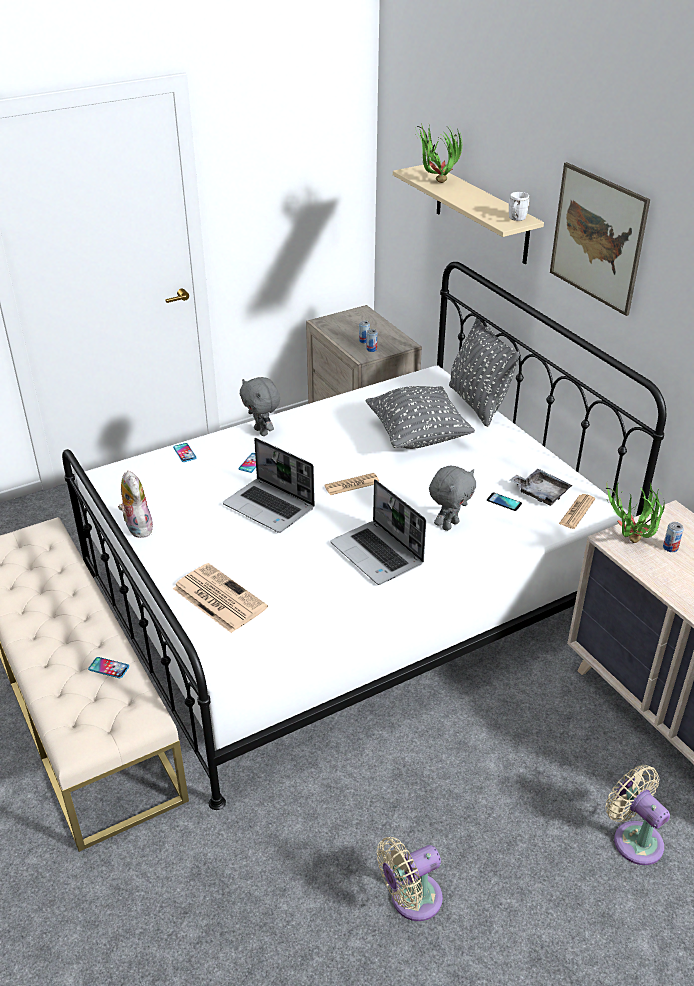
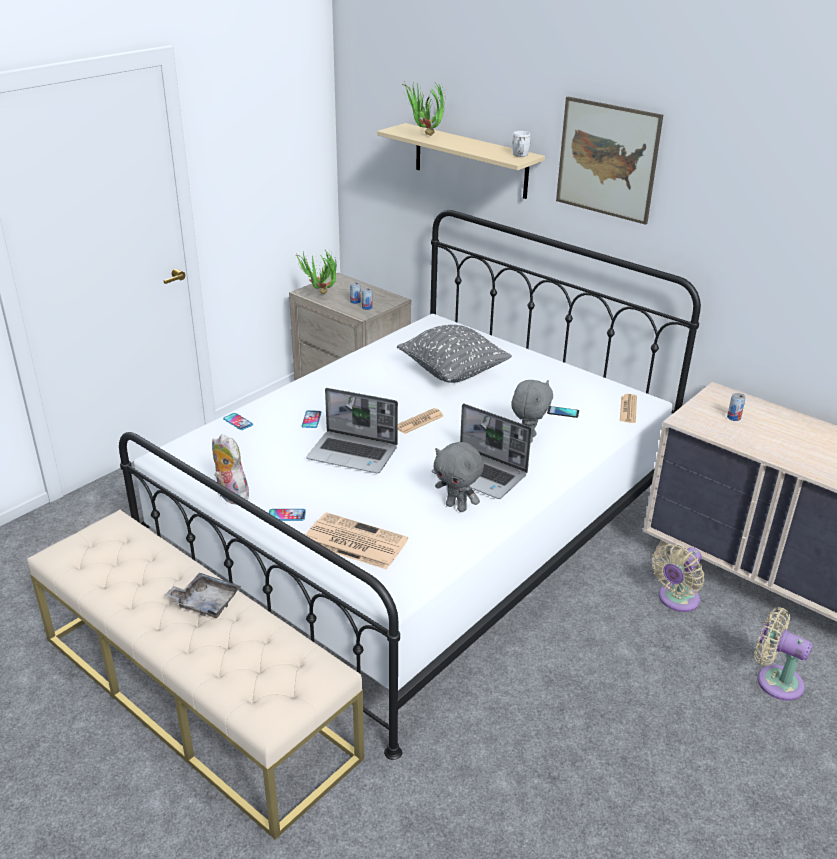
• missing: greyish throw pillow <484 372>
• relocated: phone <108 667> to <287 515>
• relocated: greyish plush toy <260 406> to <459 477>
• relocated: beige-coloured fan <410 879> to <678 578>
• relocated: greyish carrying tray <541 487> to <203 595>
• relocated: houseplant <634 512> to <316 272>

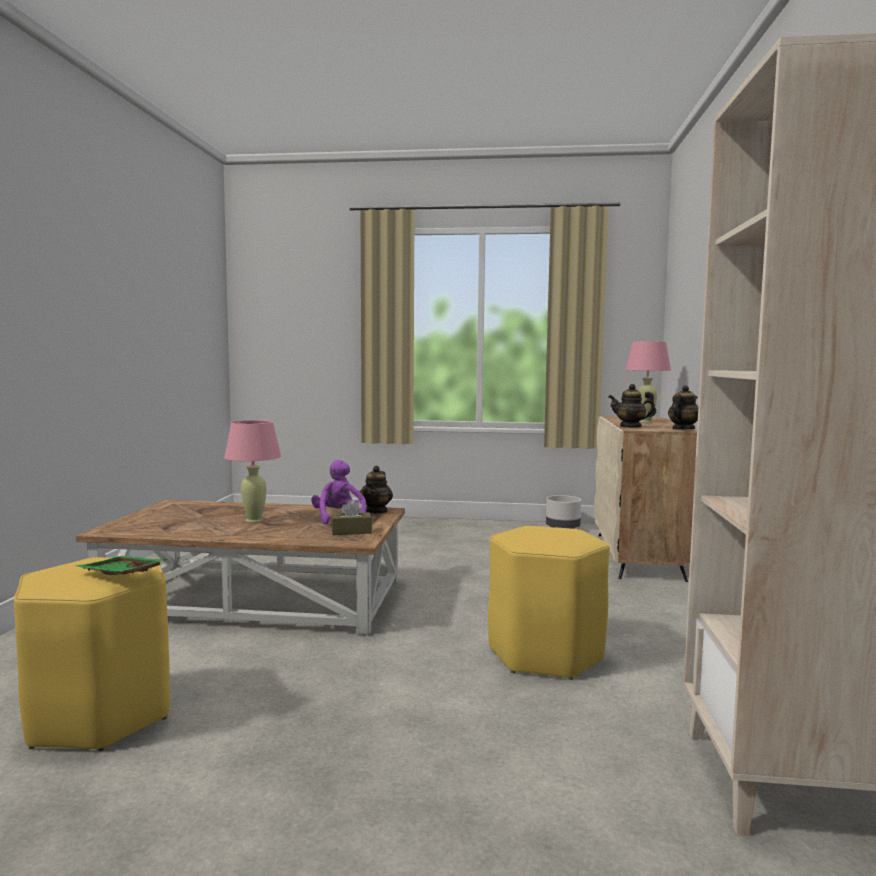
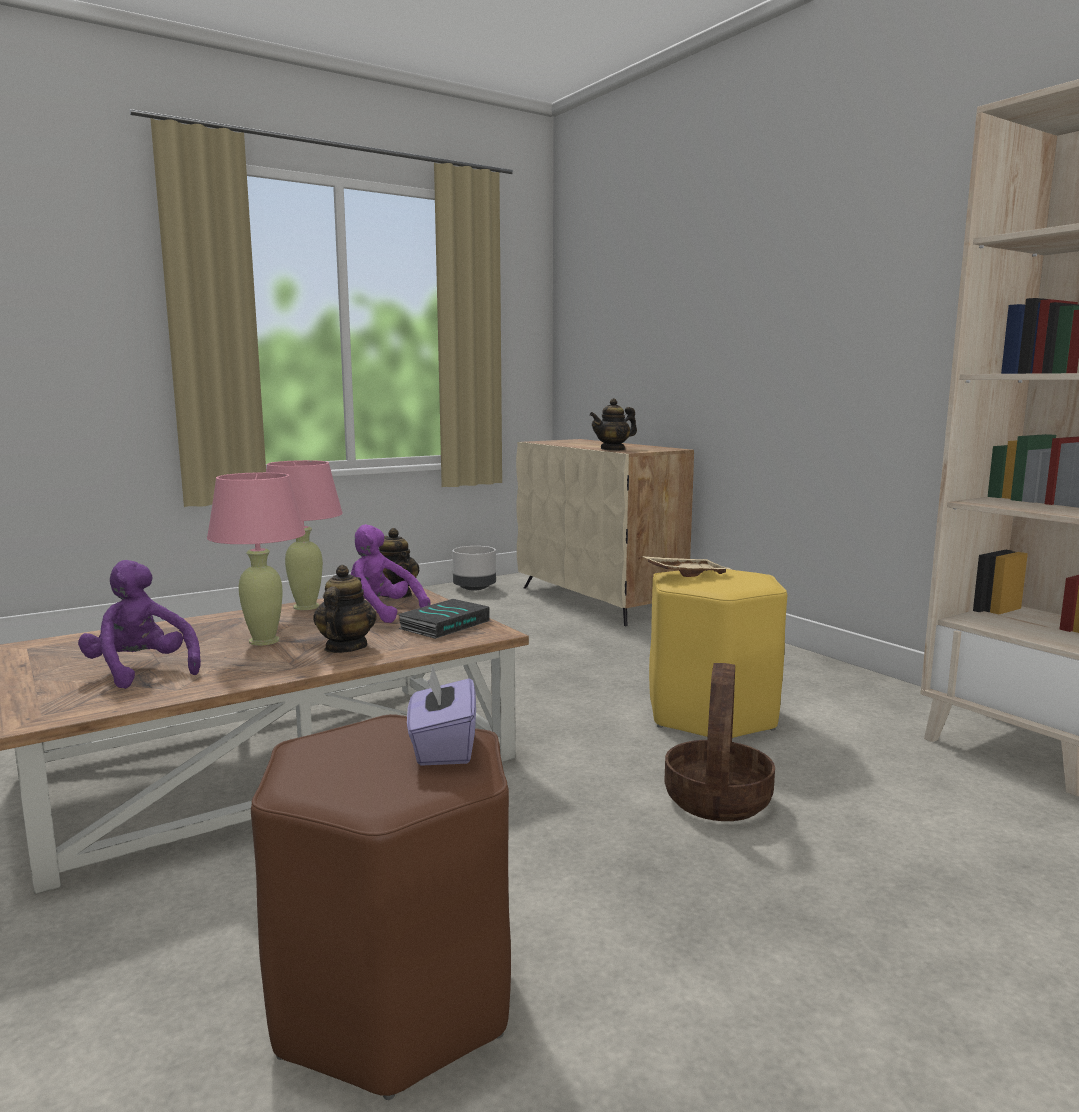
• appeared: purplish plush toy <139 624>
• appeared: beige-coloured carrying tray <687 566>
• appeared: basket <720 742>
• relocated: pink tabletop lamp <648 382> to <304 535>
• relocated: teapot <683 407> to <345 609>
• exchanged: greenish carrying tray <122 565> to purplish box of tissues <441 716>
• exchanged: brown-coloured box of tissues <351 517> to volume <443 619>
• colour: yellowish stool <92 654> to brown-coloured stool <381 907>

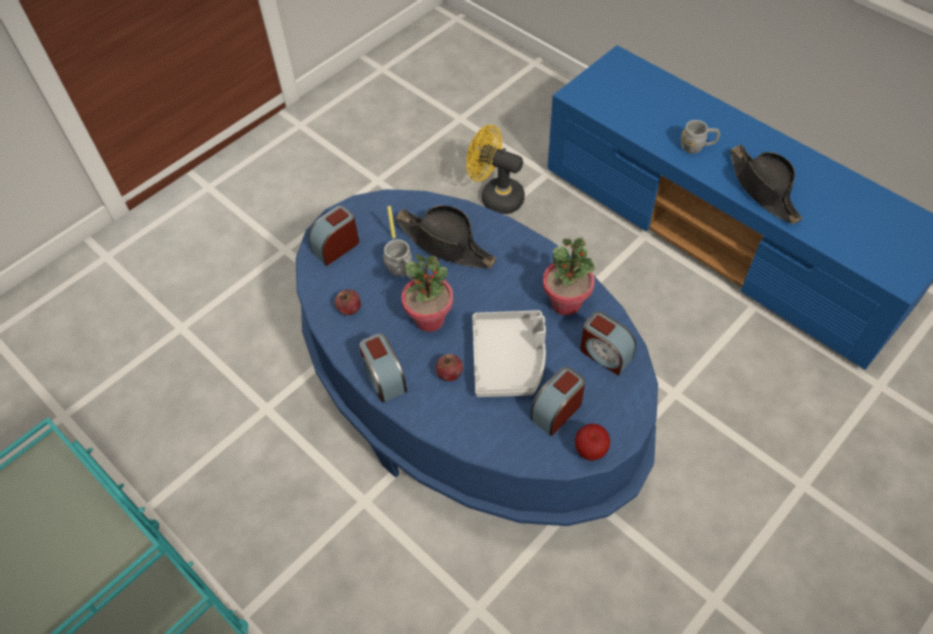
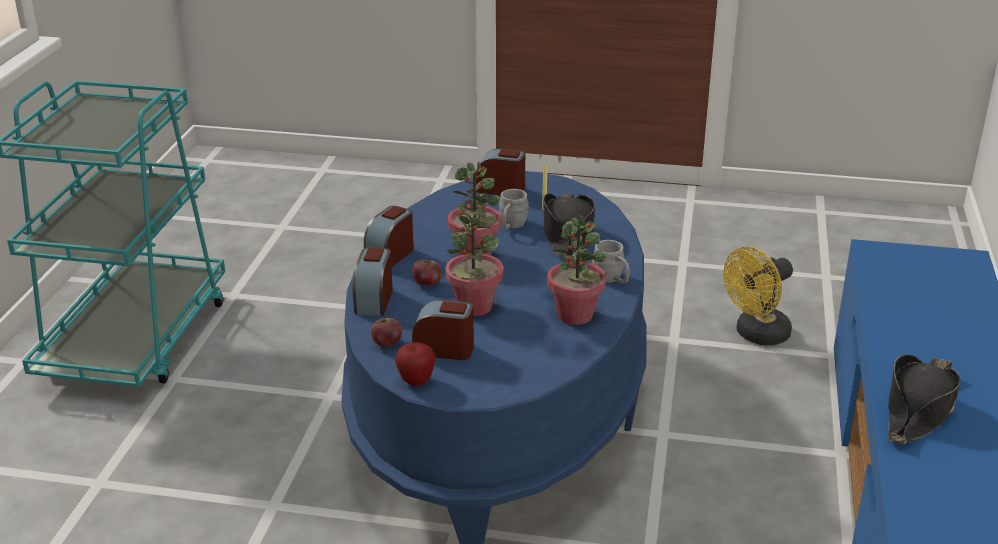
• relocated: apple fruit <348 302> to <386 331>
• relocated: bedside clock <608 343> to <372 281>
• relocated: greyish tea mug <700 137> to <611 262>
• exchanged: greyish carrying tray <509 353> to houseplant <474 259>
• spun: yellowish fan <495 169> = <758 296> 120 degrees counterclockwise

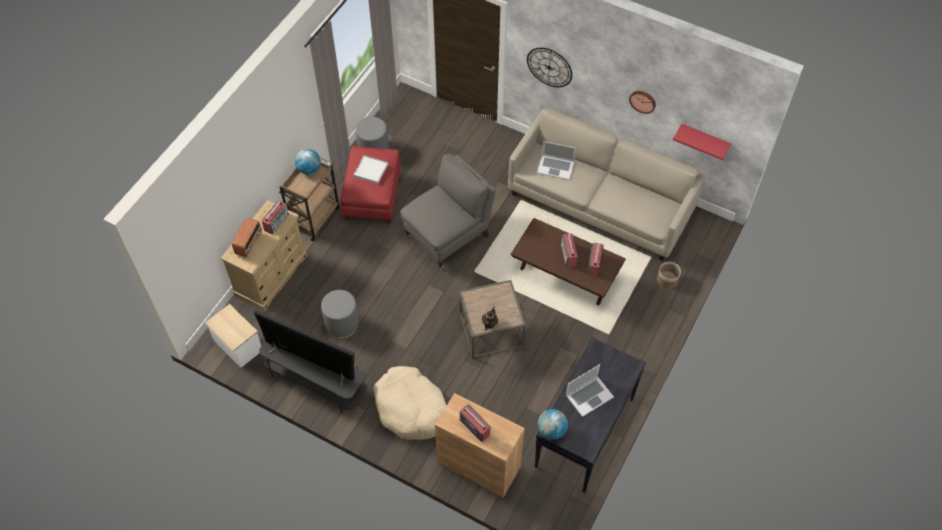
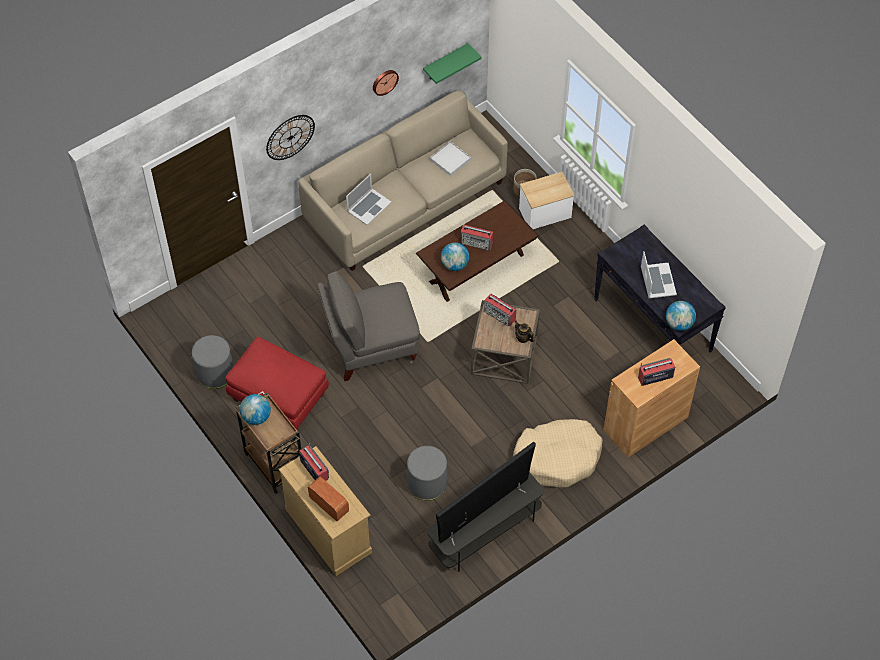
• appeared: globe <455 256>
• relocated: accent table <233 336> to <546 200>
• relocated: white-coloured carrying tray <371 169> to <450 158>
• relocated: radio set <595 260> to <500 310>
• colour: red bracket shelf <702 142> to greenish bracket shelf <452 63>
• spun: greyish lounge chair <448 211> = <368 326> 90 degrees counterclockwise

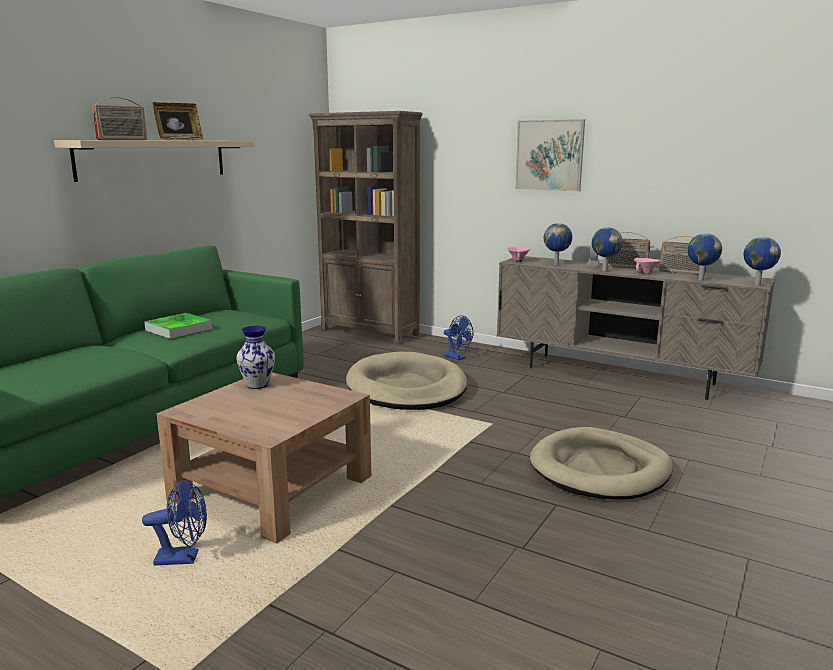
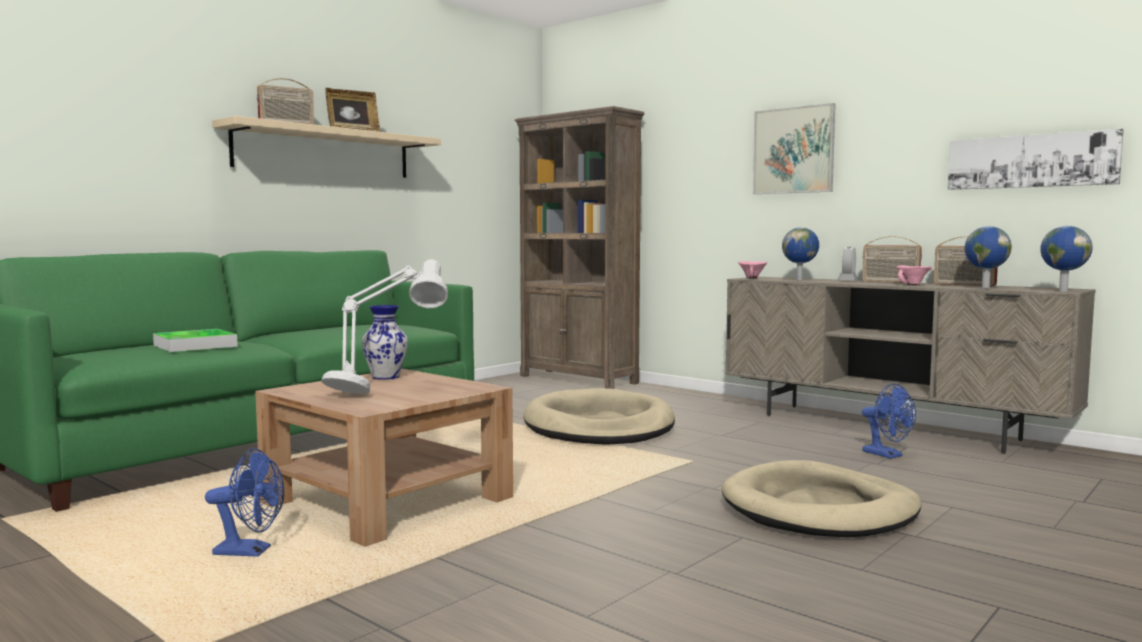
• missing: globe <607 249>
• appeared: greyish tabletop lamp <384 326>
• appeared: wall art <1036 159>
• relocated: carrying tray <178 326> to <195 340>
• relocated: blue-coloured fan <459 337> to <889 421>

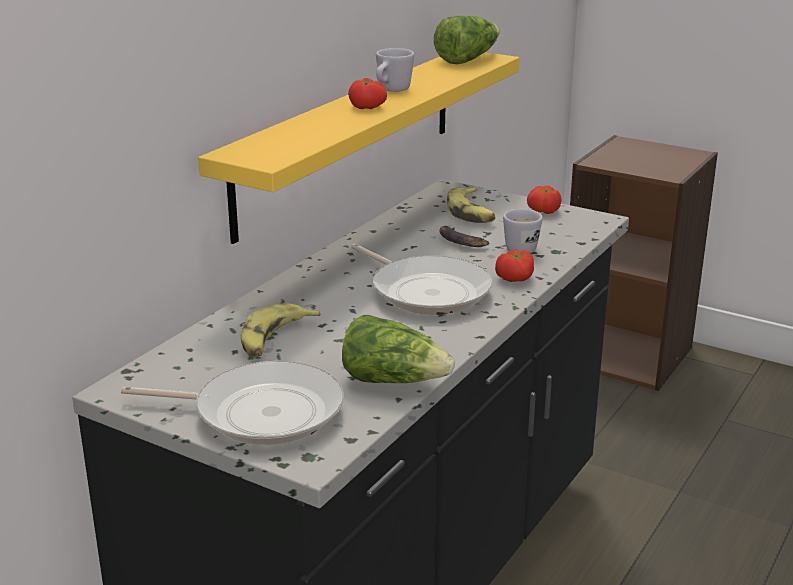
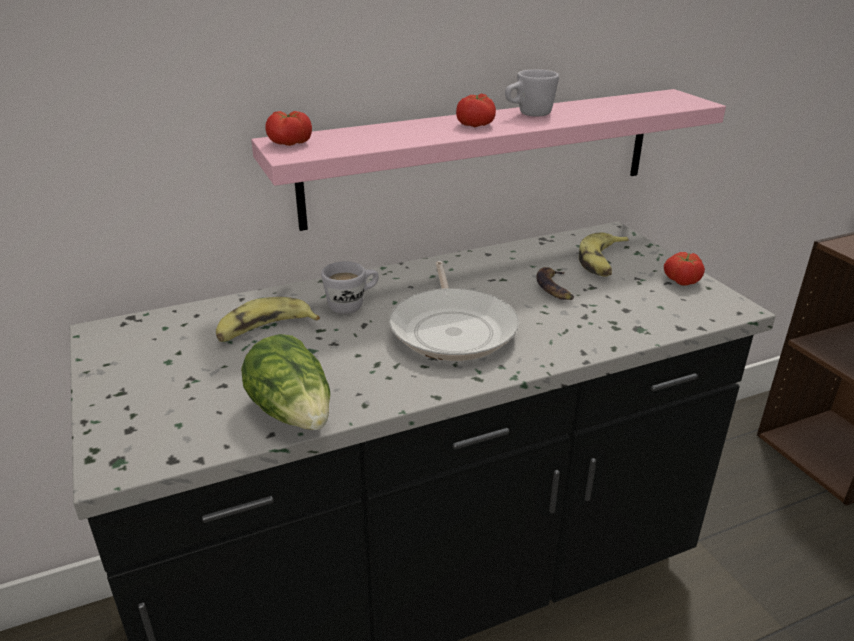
• missing: skillet <232 403>
• missing: lettuce head <467 40>
• relocated: tomato <514 266> to <288 128>
• relocated: white-coloured tea mug <523 231> to <350 287>
• colour: yellowish bracket shelf <359 148> to pink bracket shelf <488 160>

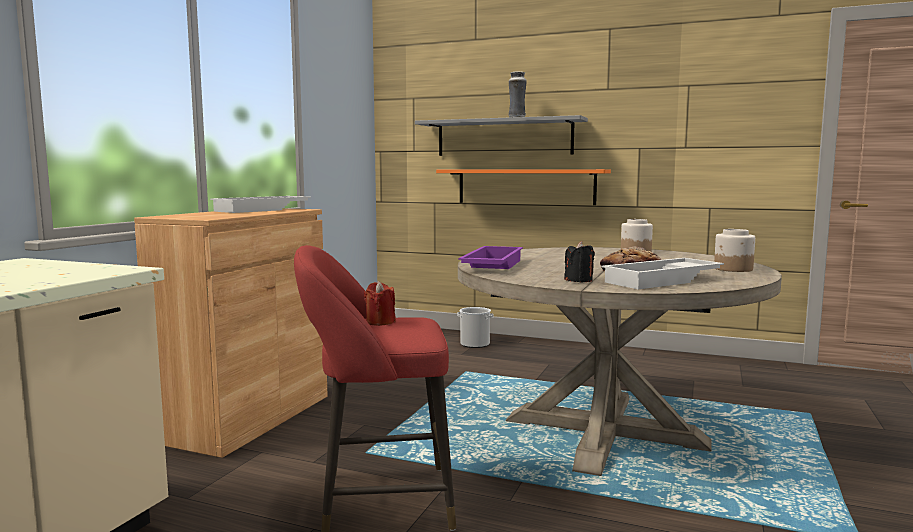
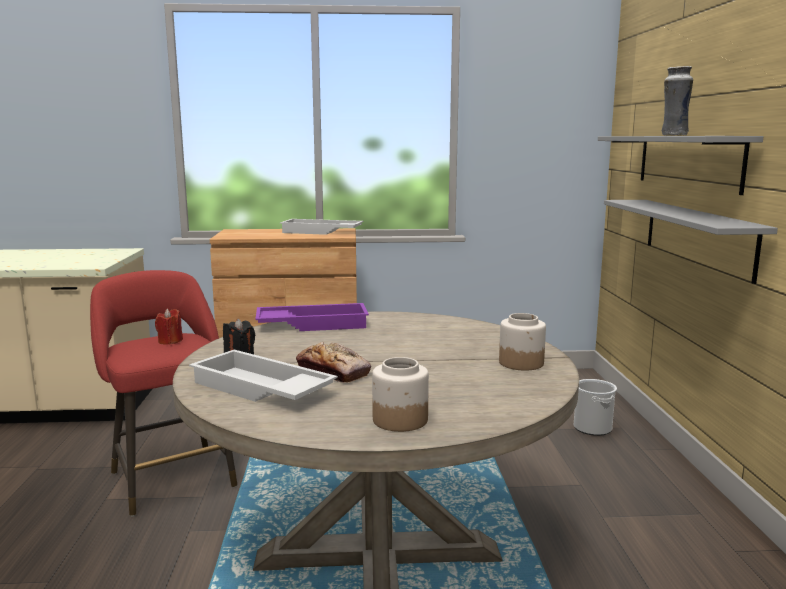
• colour: orange-coloured bracket shelf <523 187> to greyish bracket shelf <691 242>

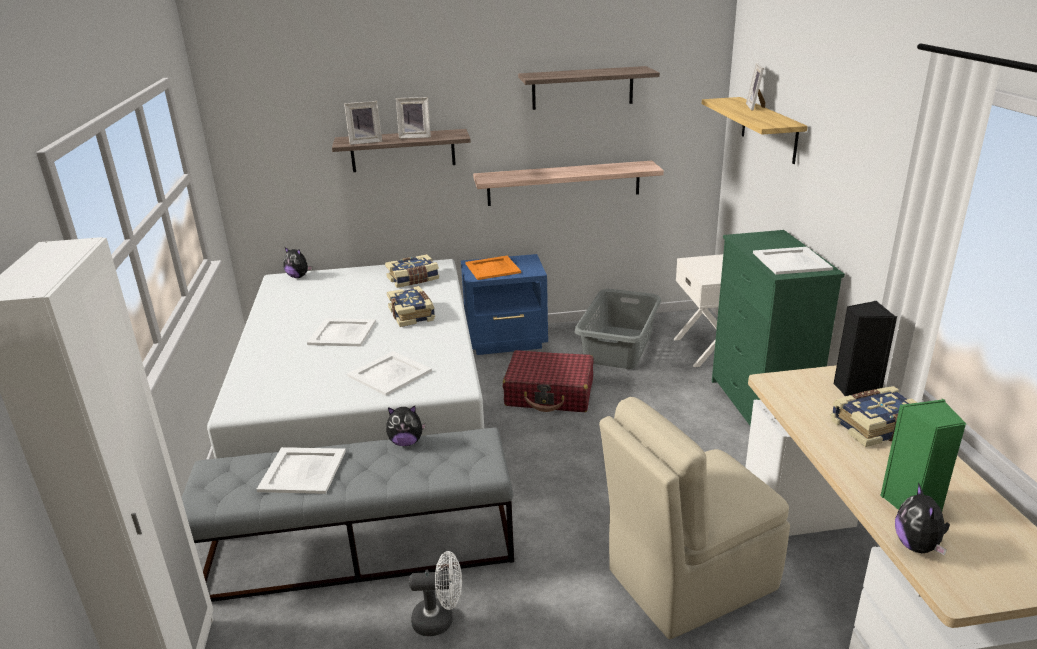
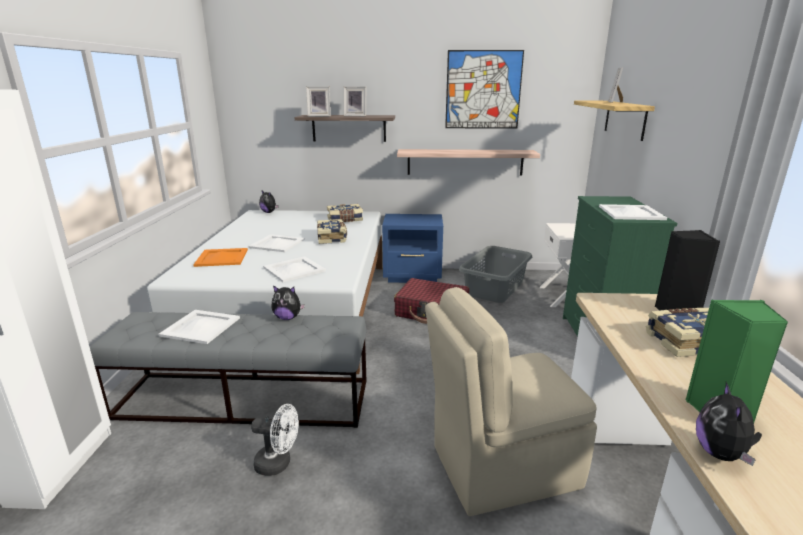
• relocated: orange-coloured carrying tray <493 268> to <220 257>
• exchanged: bracket shelf <589 88> to wall art <484 89>

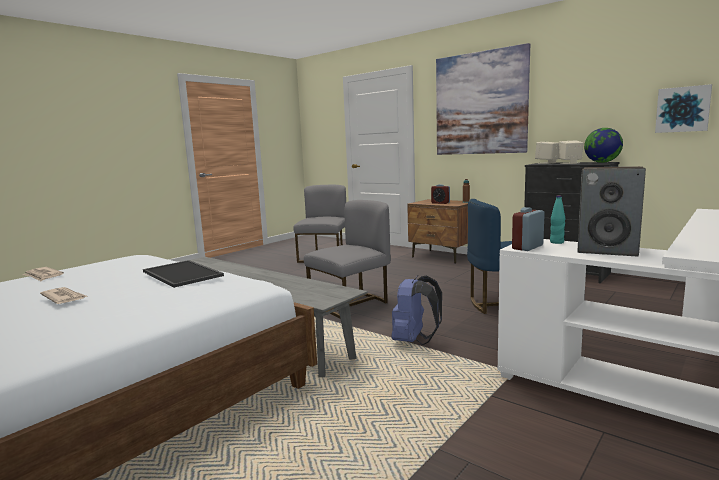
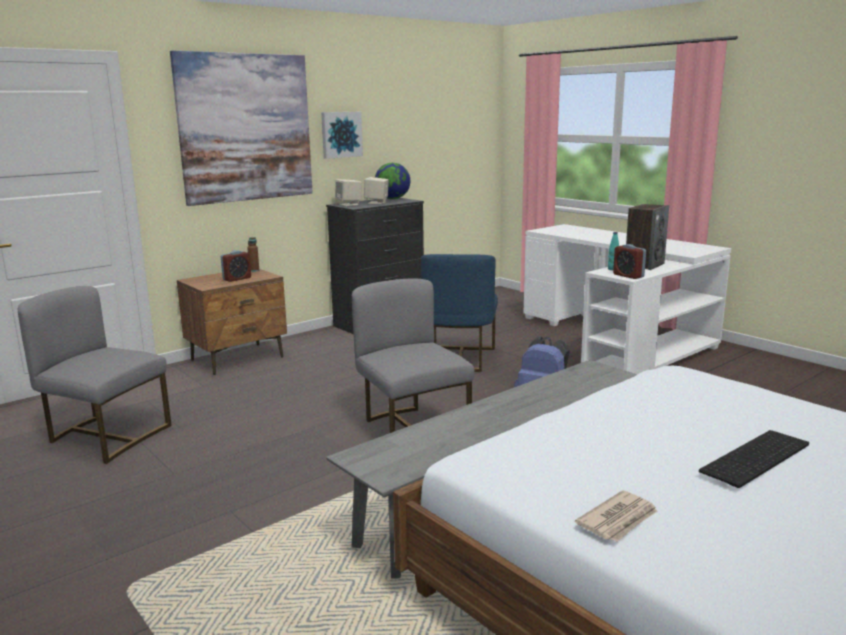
• missing: carrying tray <183 274>
• relocated: wall art <683 108> to <342 135>
• exchanged: daily paper <63 295> to PC keyboard <754 459>

